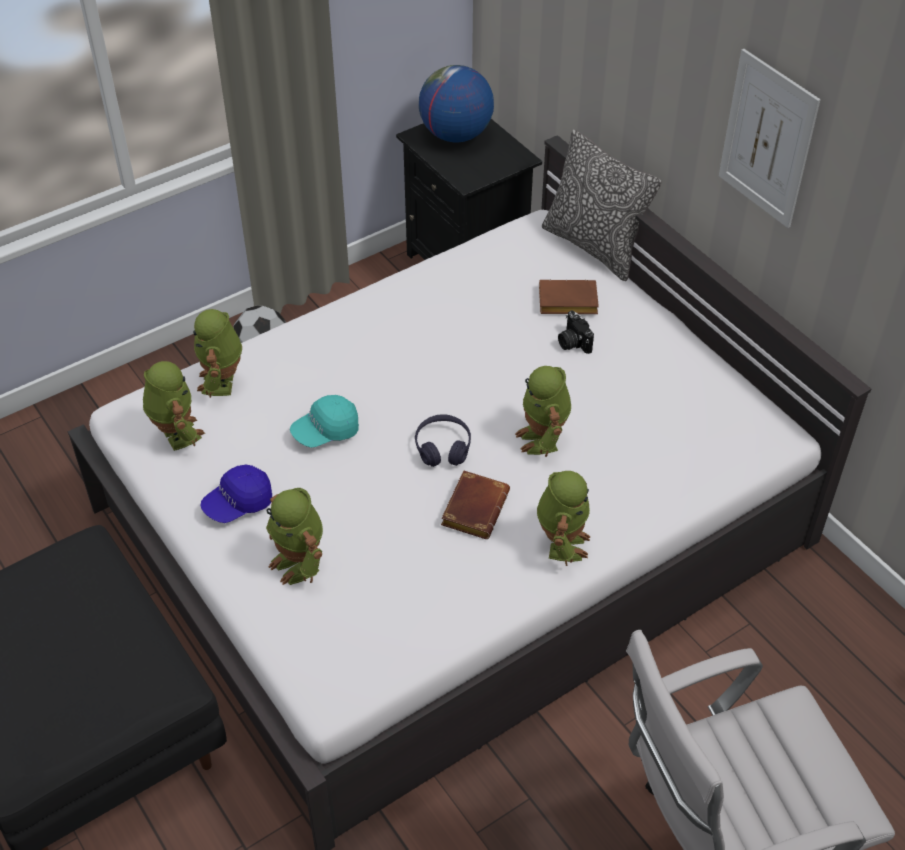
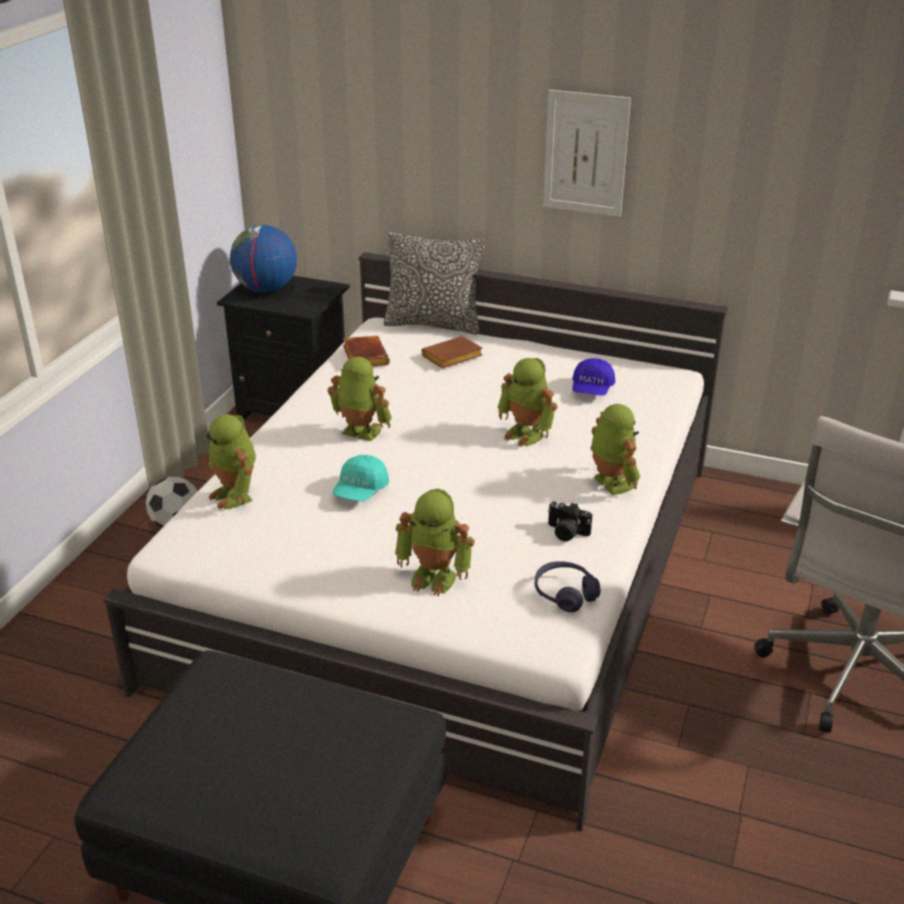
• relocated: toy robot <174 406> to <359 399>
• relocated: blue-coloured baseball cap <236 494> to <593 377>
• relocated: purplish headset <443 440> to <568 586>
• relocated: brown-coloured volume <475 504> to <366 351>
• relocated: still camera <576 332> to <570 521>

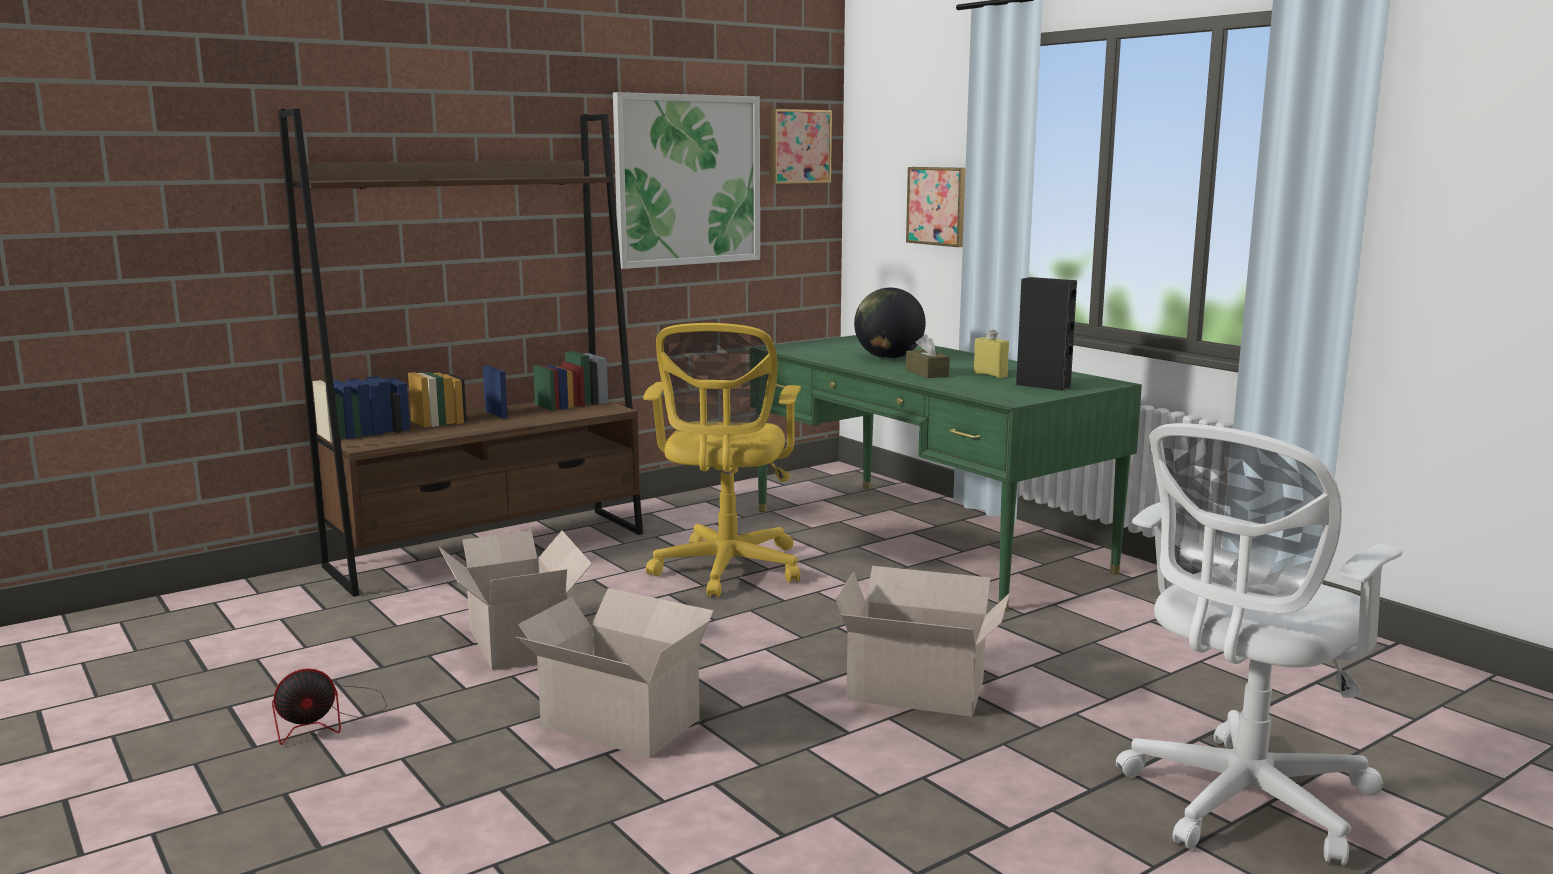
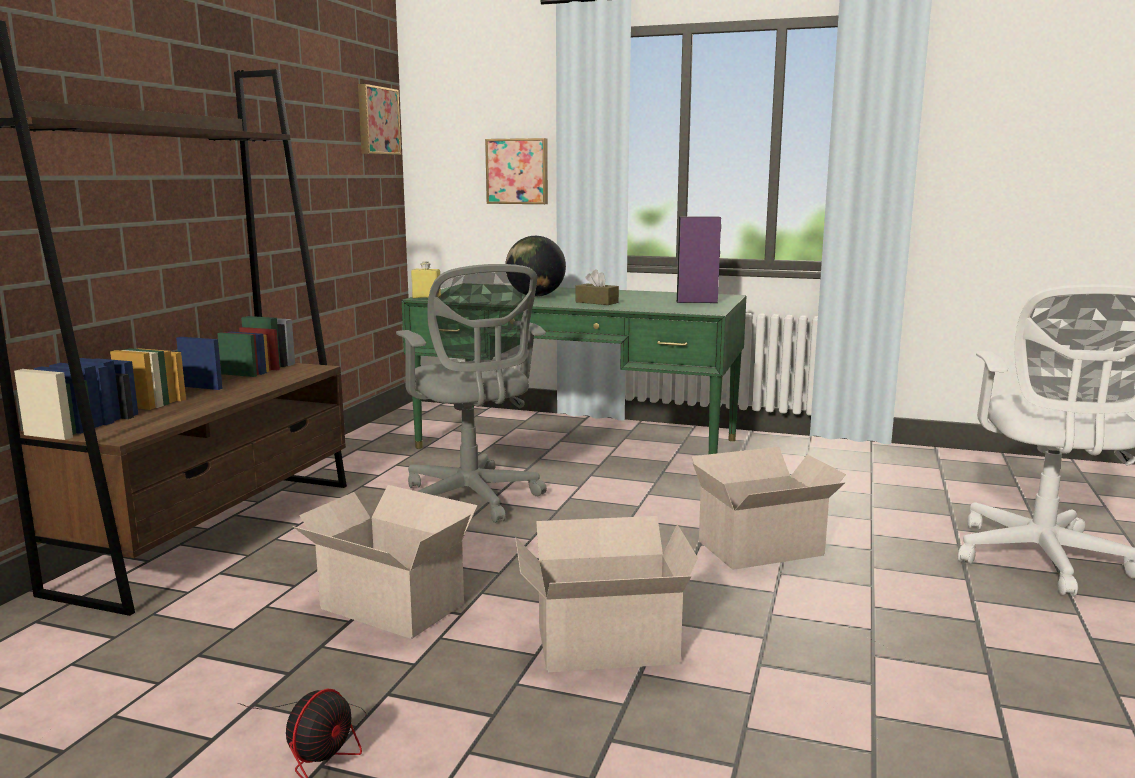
• missing: wall art <686 180>
• relocated: yellowish beverage bottle <991 354> to <426 279>
• colour: yellowish desk chair <722 460> to greyish desk chair <471 393>
• colour: black speaker <1046 334> to purplish speaker <698 259>

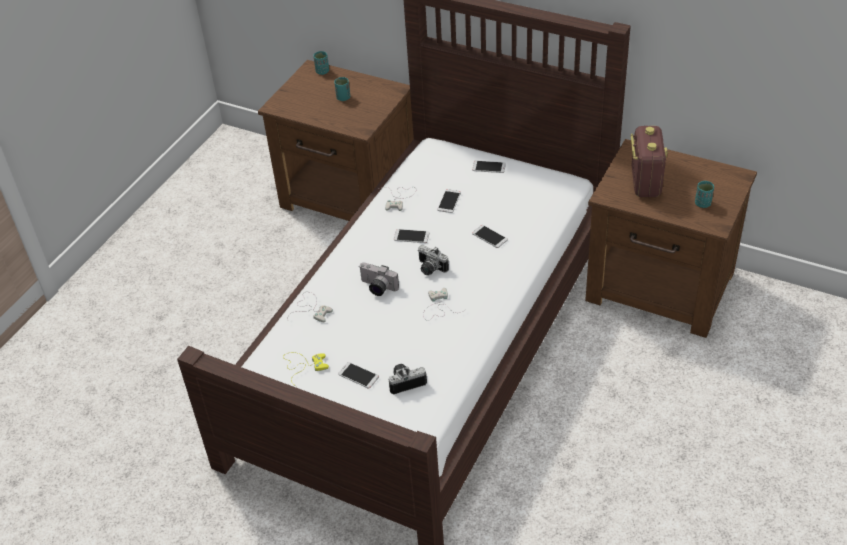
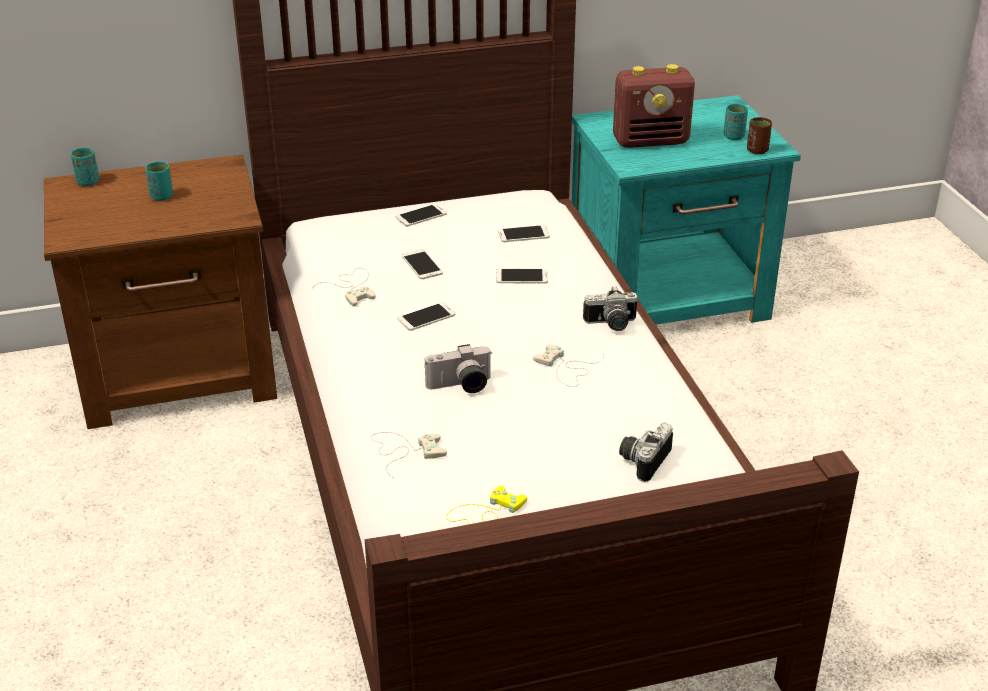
• appeared: brown-coloured small cup <759 135>
• relocated: phone <358 375> to <524 233>
• relocated: still camera <433 260> to <610 308>
• colour: brown-coloured nightstand <671 238> to turquoise nightstand <686 210>
• spun: radio set <649 161> = <654 106> 120 degrees clockwise

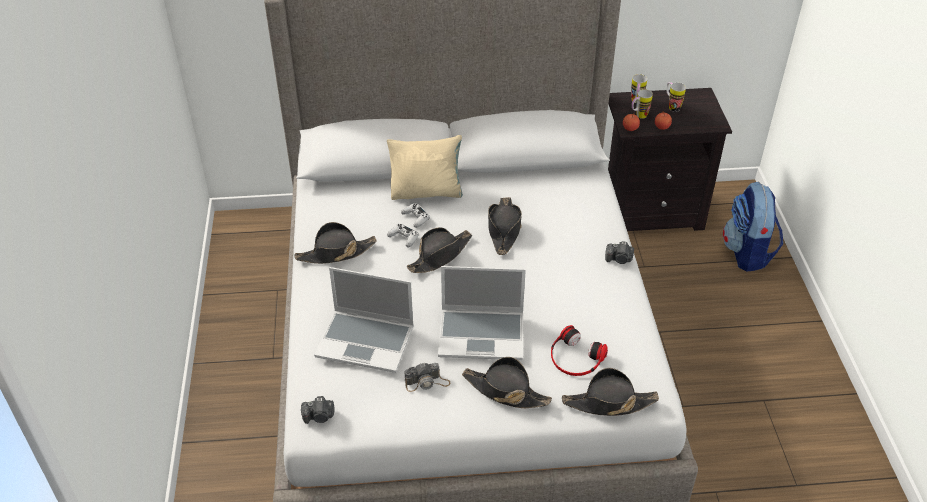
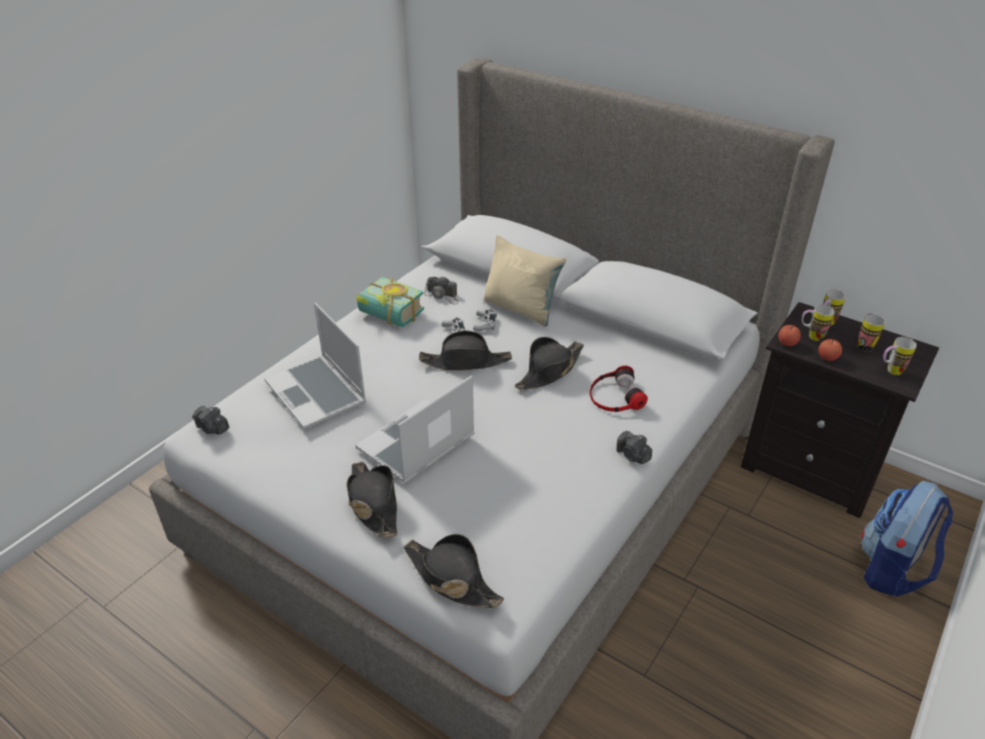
• appeared: tea mug <900 356>
• relocated: still camera <427 377> to <441 290>
• relocated: headset <579 350> to <619 388>
• exchanged: black hat <335 243> to volume <390 302>
• spun: portable computer <482 313> = <415 429> 90 degrees clockwise

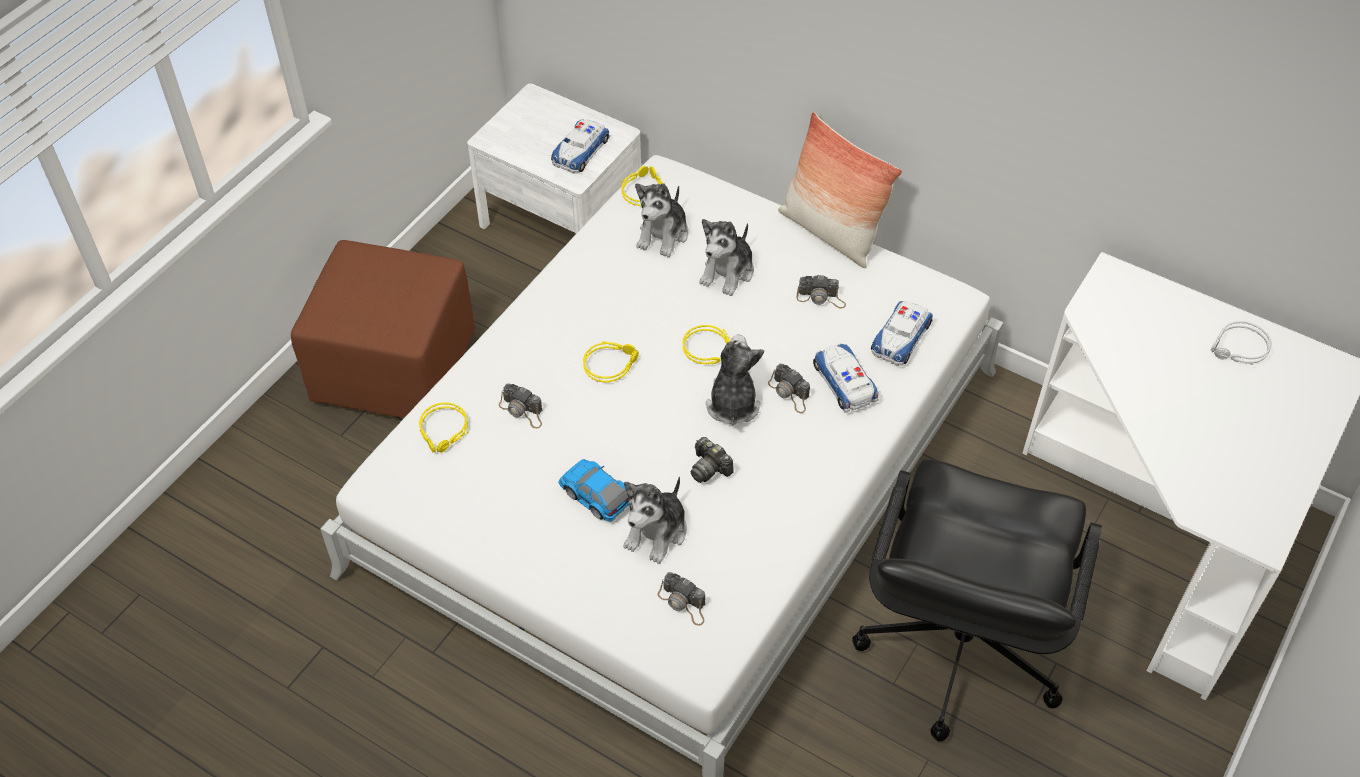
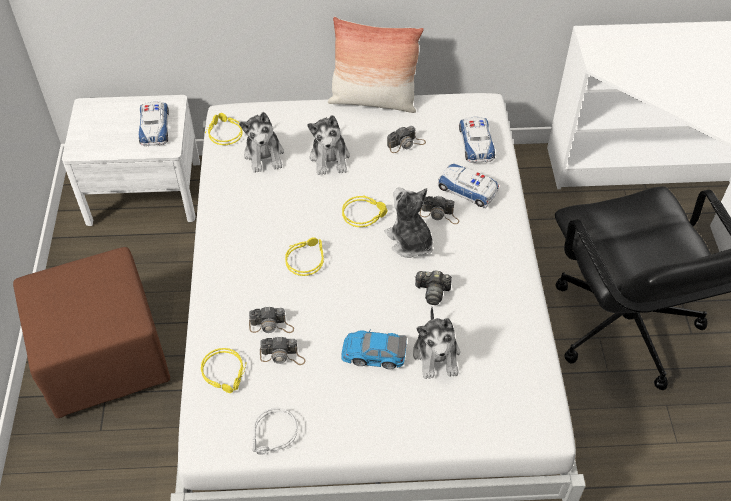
• relocated: still camera <681 599> to <283 350>
• relocated: greyish headset <1241 343> to <274 431>

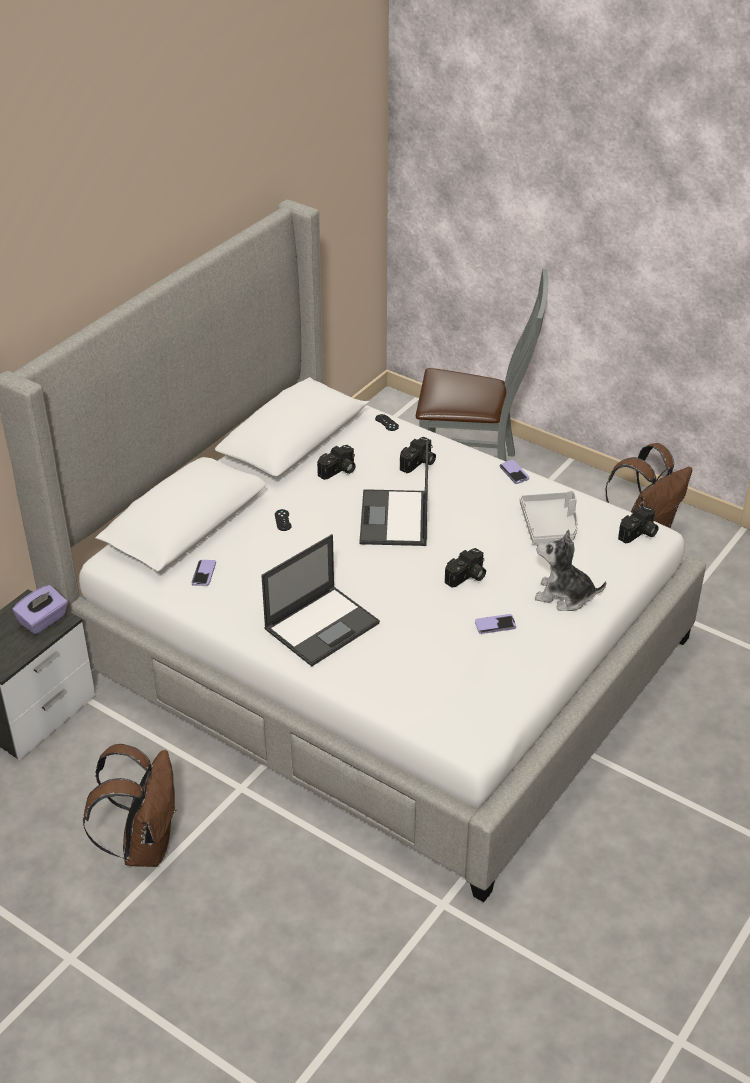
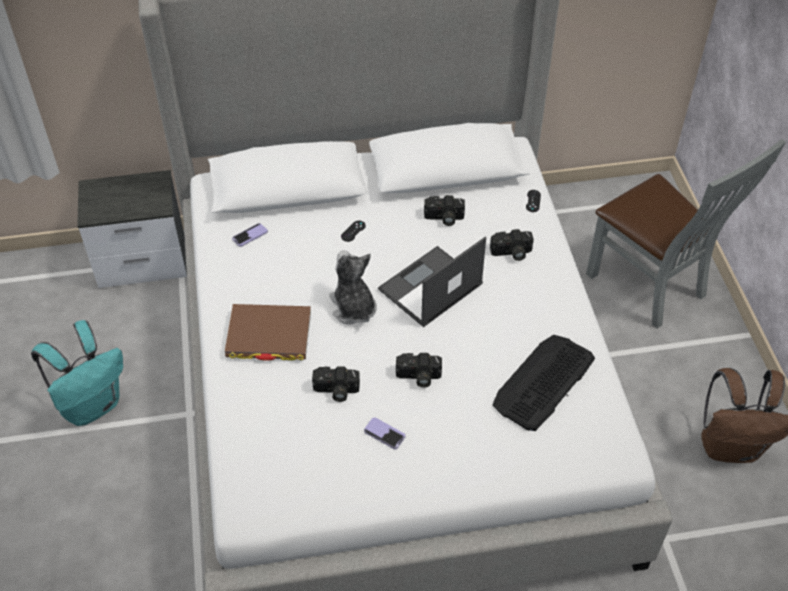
• missing: purplish box of tissues <40 610>
• missing: phone <514 472>
• relocated: plush toy <571 570> to <353 287>
• relocated: still camera <638 524> to <336 384>
• exchanged: portable computer <320 600> to brown-coloured volume <268 332>
• exchanged: greyish carrying tray <549 517> to PC keyboard <543 383>
• colour: brown-coloured backpack <130 805> to turquoise backpack <77 373>

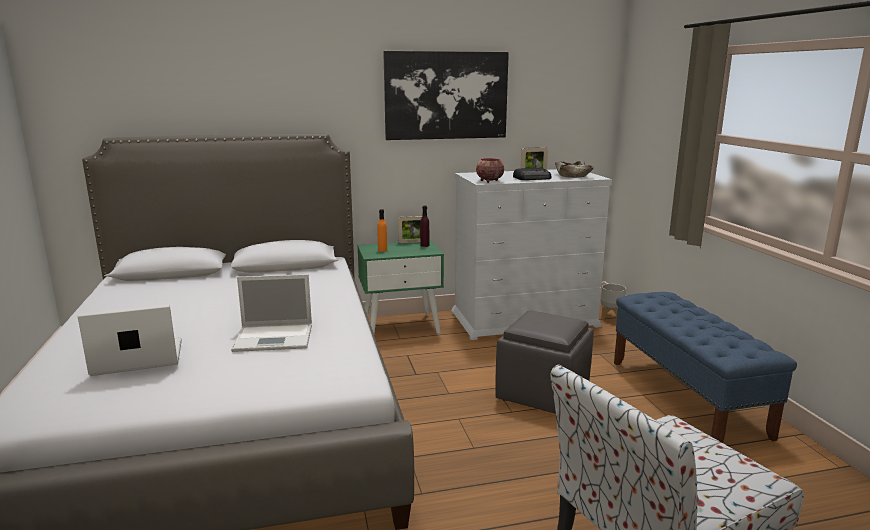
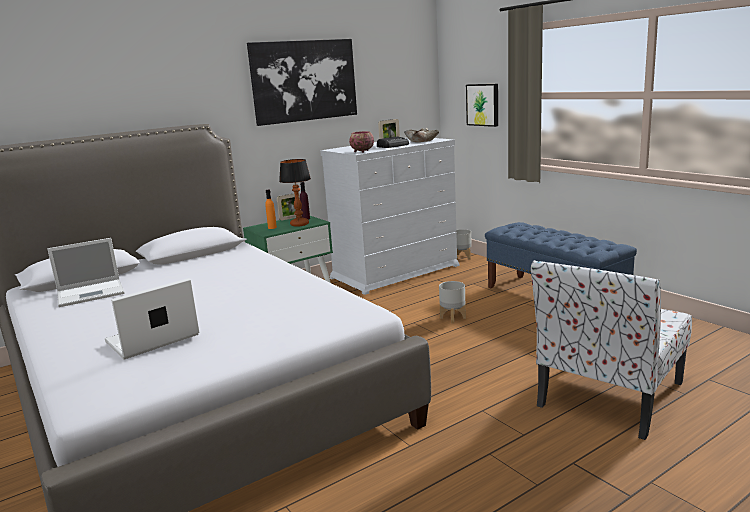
• appeared: tabletop lamp <295 193>
• appeared: wall art <482 105>
• relocated: portable computer <271 313> to <86 272>
• exchanged: greyish ottoman <544 362> to greyish planter <452 302>

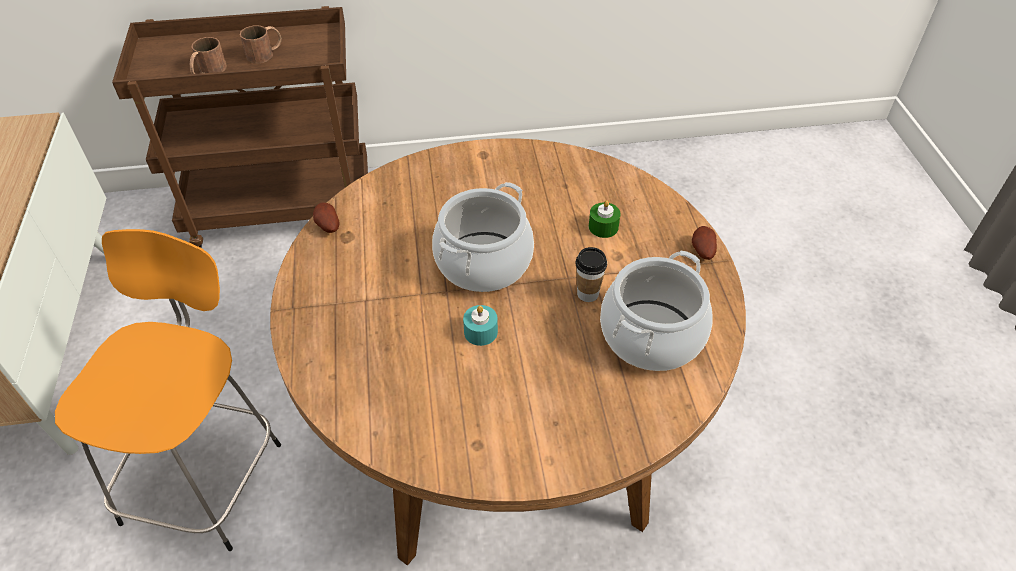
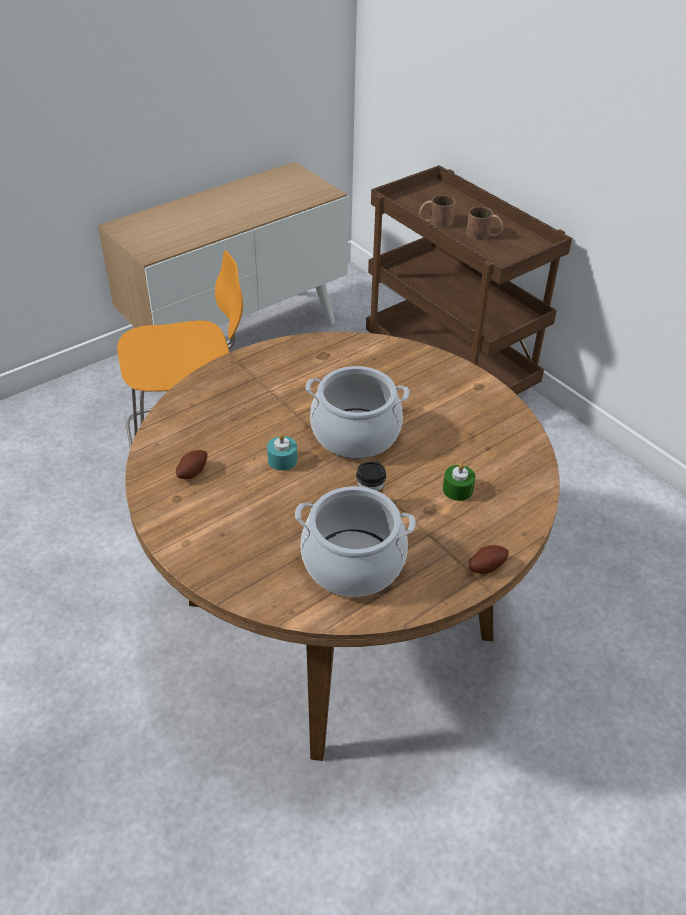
• relocated: potato <326 217> to <191 464>

